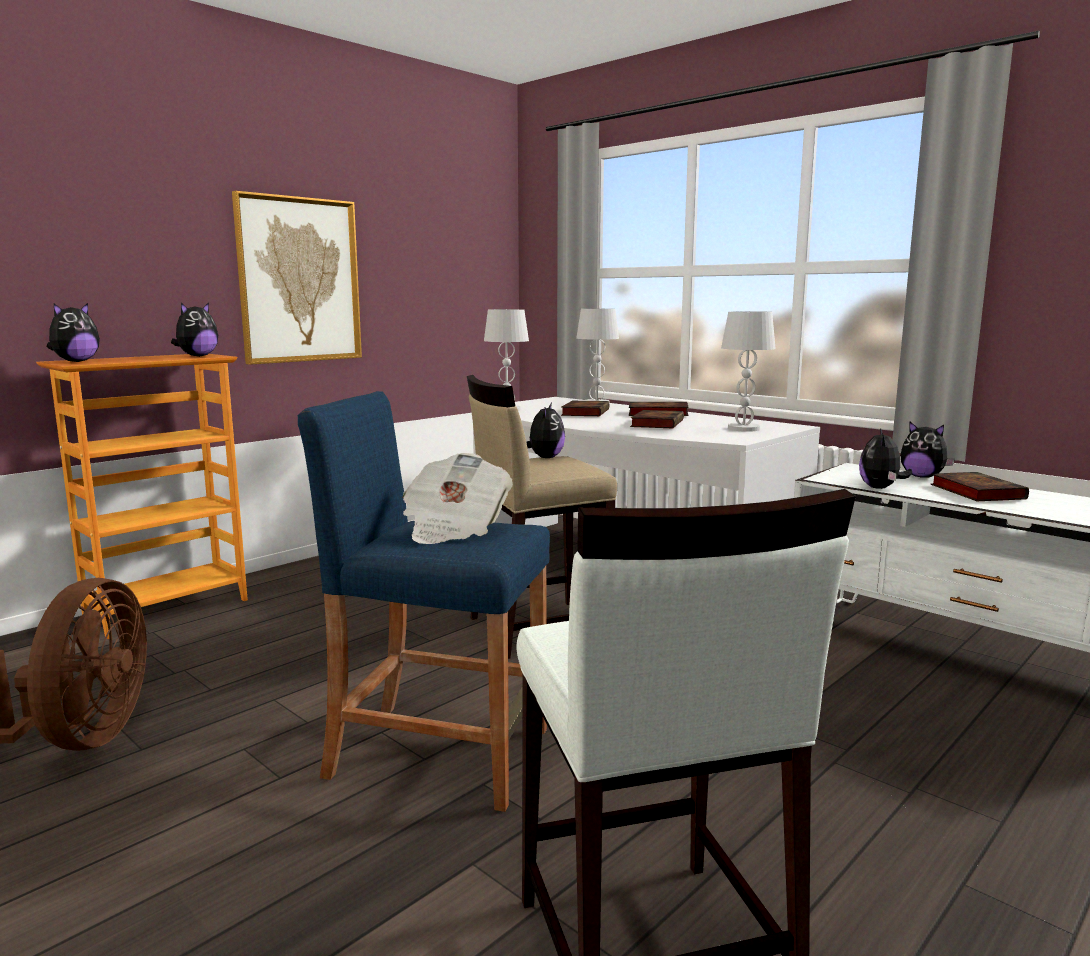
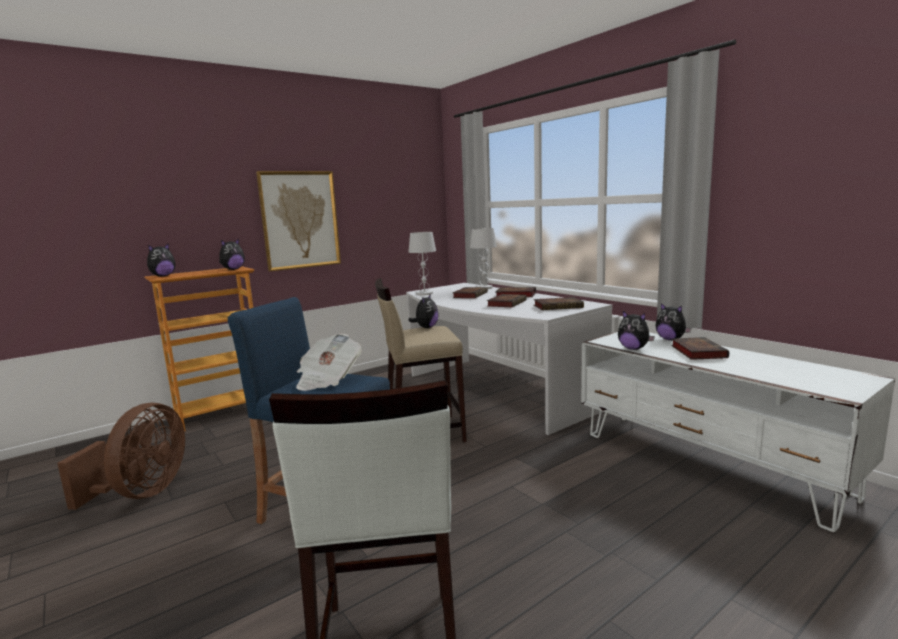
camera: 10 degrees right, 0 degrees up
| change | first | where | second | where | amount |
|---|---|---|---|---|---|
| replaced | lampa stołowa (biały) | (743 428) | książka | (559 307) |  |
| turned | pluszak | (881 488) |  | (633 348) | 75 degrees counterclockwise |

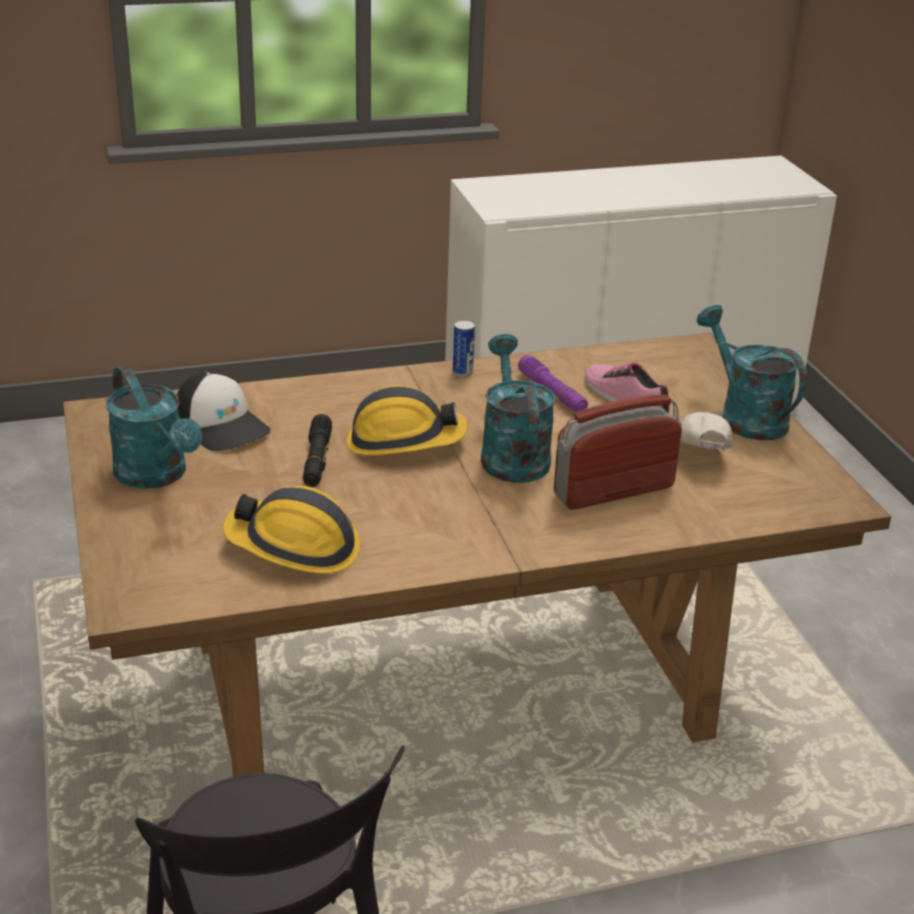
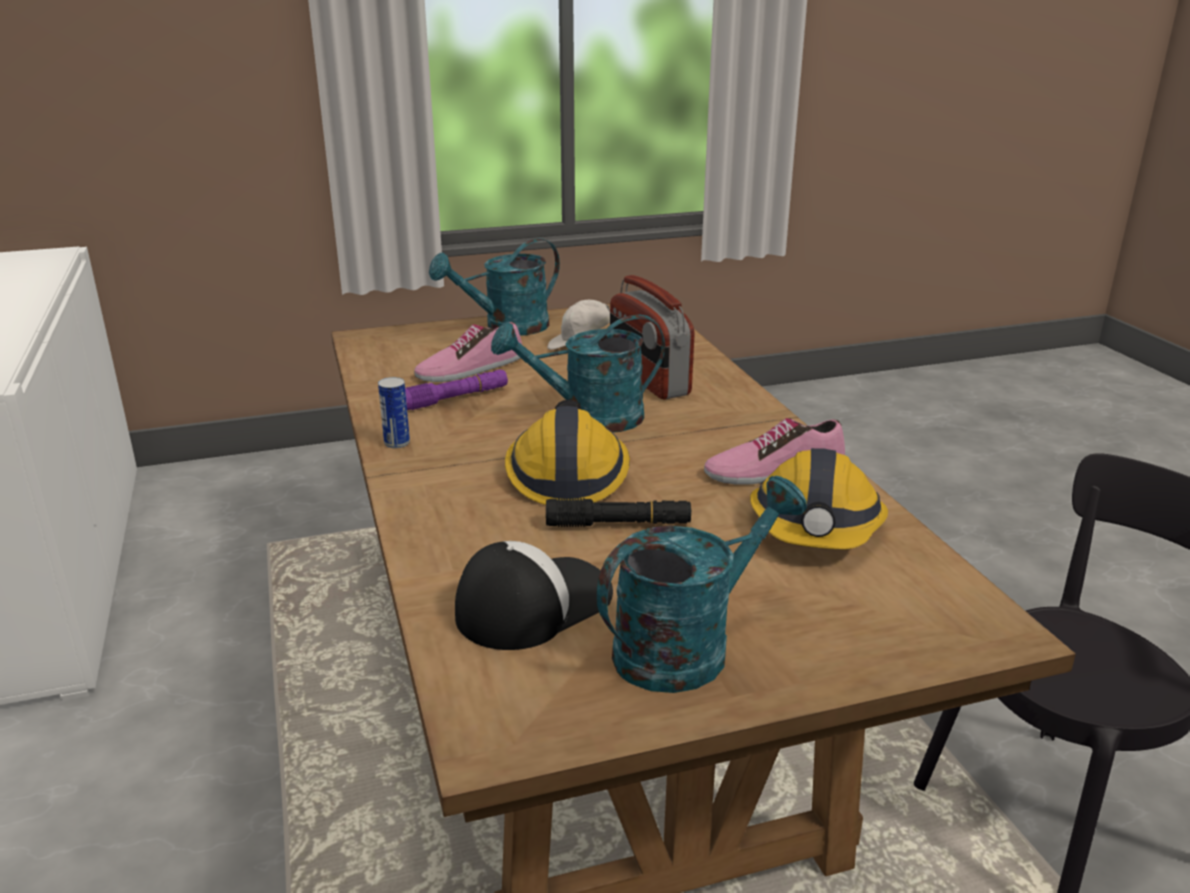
camera: 90 degrees left, 5 degrees down
| change | first | where | second | where | amount |
|---|---|---|---|---|---|
| added |  |  | but | (773 470) |  |

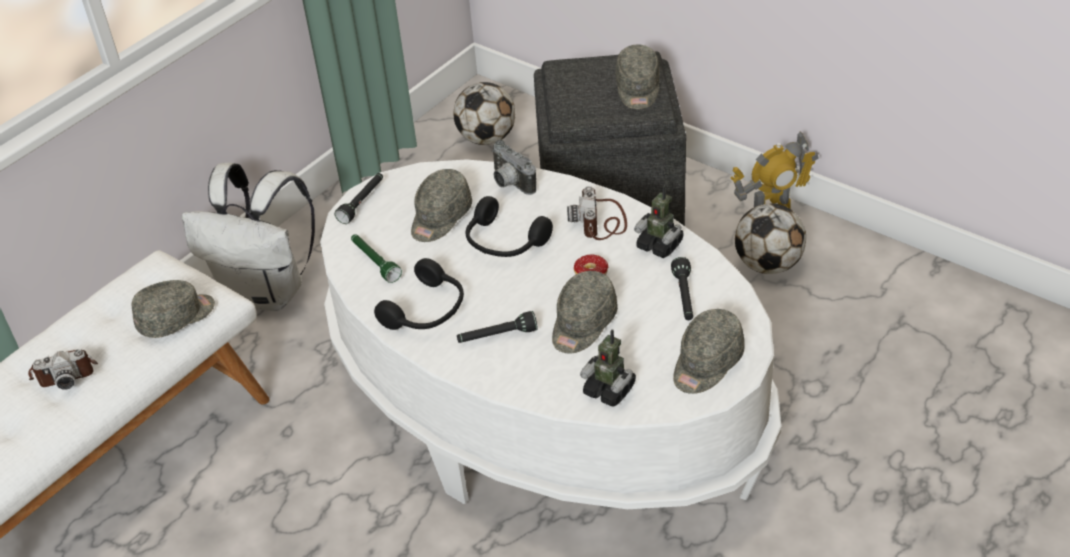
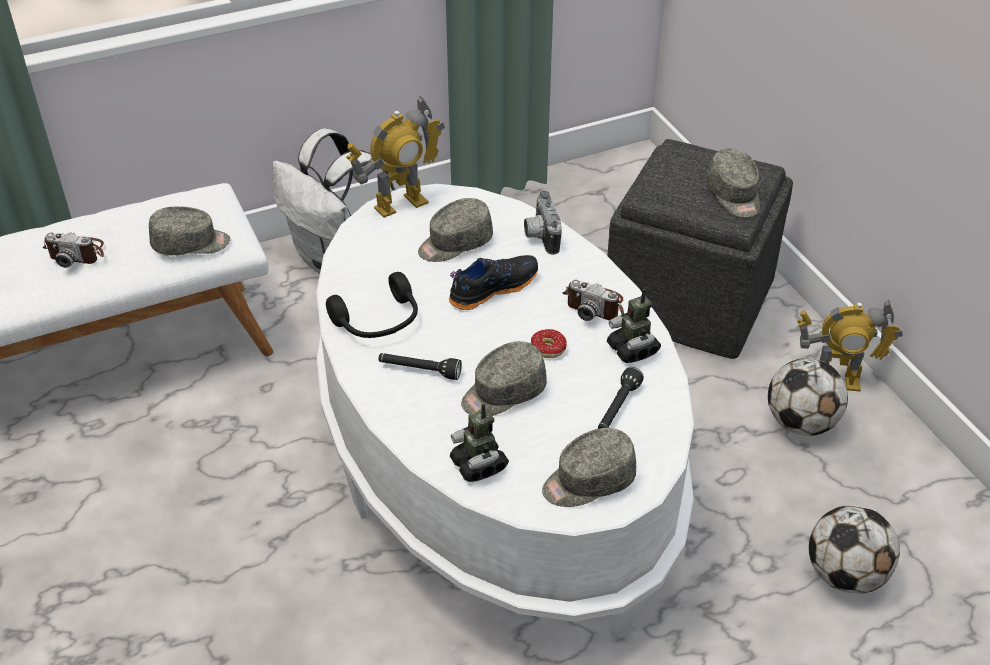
camera: 25 degrees right, 0 degrees up
| change | first | where | second | where | amount |
|---|---|---|---|---|---|
| removed | latarka (zielony) | (375 262) |  |  |  |
| moved | piłka futbolowa | (487 138) |  | (845 575) |  |
| replaced | latarka (czarny) | (362 203) | robot zabawkowy | (400 204) |  |
| replaced | słuchawki (czarny) | (504 243) | but (czarny) | (492 288) |  |
| turned | aparat fotograficzny | (601 221) |  | (595 305) | 90 degrees counterclockwise |
| turned | czapka z daszkiem (szary) | (637 89) |  | (734 195) | 45 degrees counterclockwise |

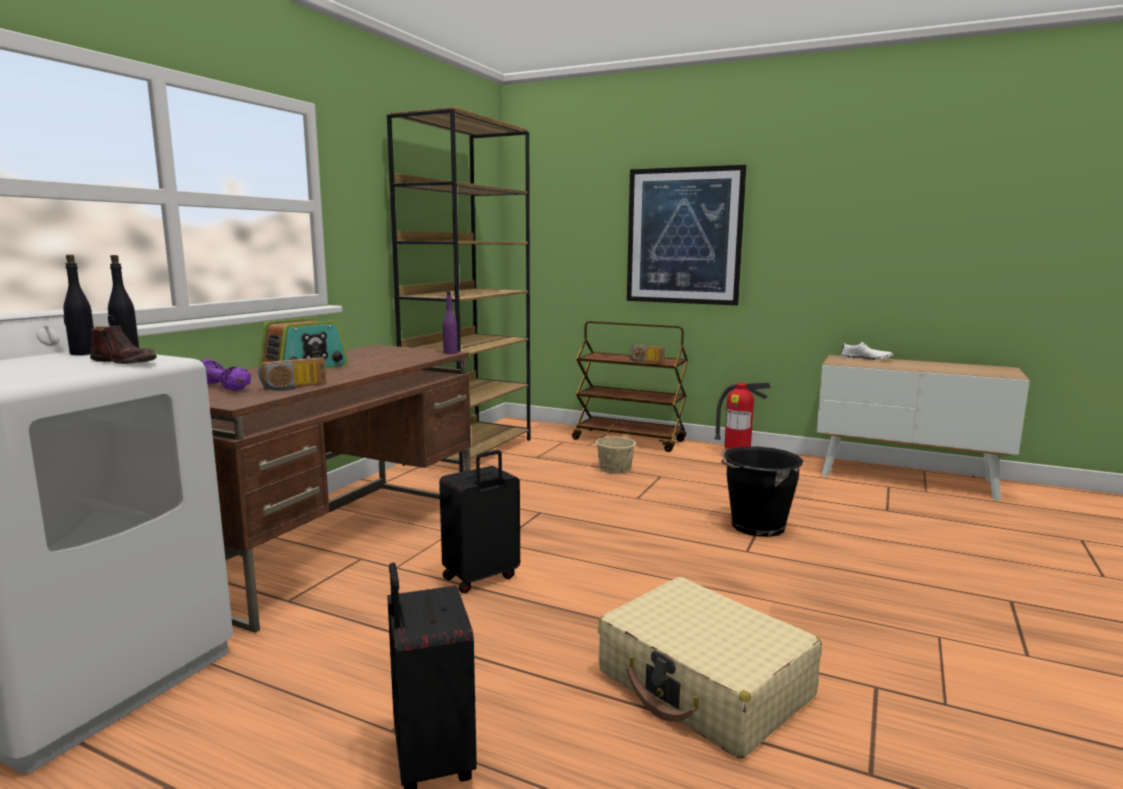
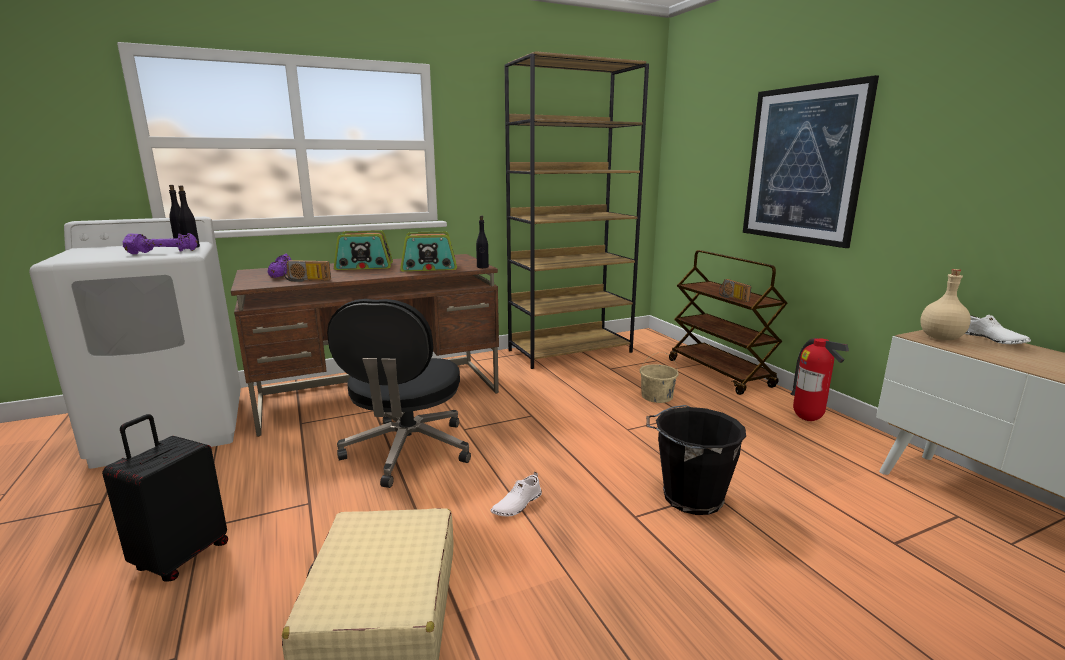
camera: 40 degrees right, 5 degrees up
| change | first | where | second | where | amount |
|---|---|---|---|---|---|
| added |  |  | radio | (429 268) |  |
| added |  |  | but (biały) | (516 504) |  |
| added |  |  | butelka (beżowy) | (940 338) |  |
| replaced | but (brązowy) | (125 362) | hantel (fioletowy) | (163 252) |  |
| replaced | walizka (czarny) | (481 578) | krzesło biurowe (czarny) | (407 451) |  |
| recoloured | butelka (fioletowy) | (450 353) | butelka (czarny) | (482 267) |  |

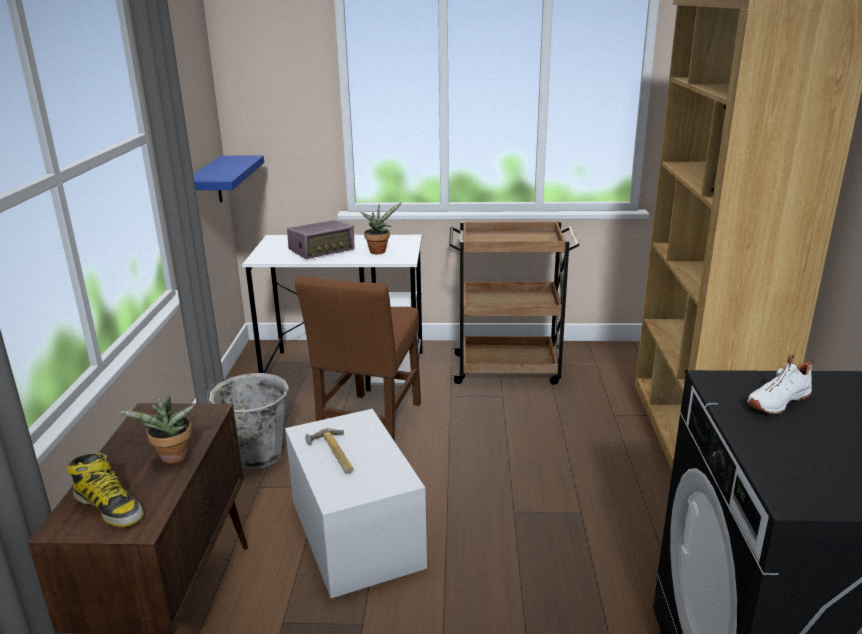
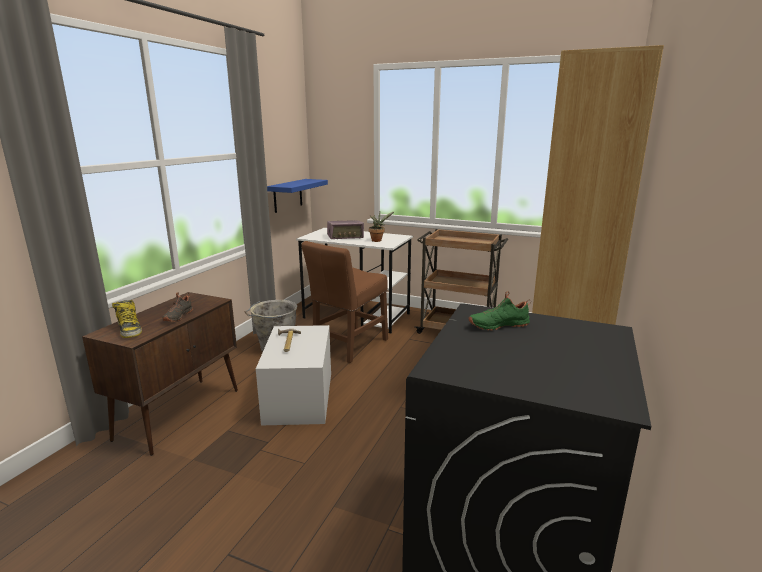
camera: 20 degrees right, 5 degrees down
| change | first | where | second | where | amount |
|---|---|---|---|---|---|
| replaced | roślina doniczkowa | (172 459) | but (czarny) | (177 316) |  |
| recoloured | but (biały) | (776 401) | but (zielony) | (498 325) |  |

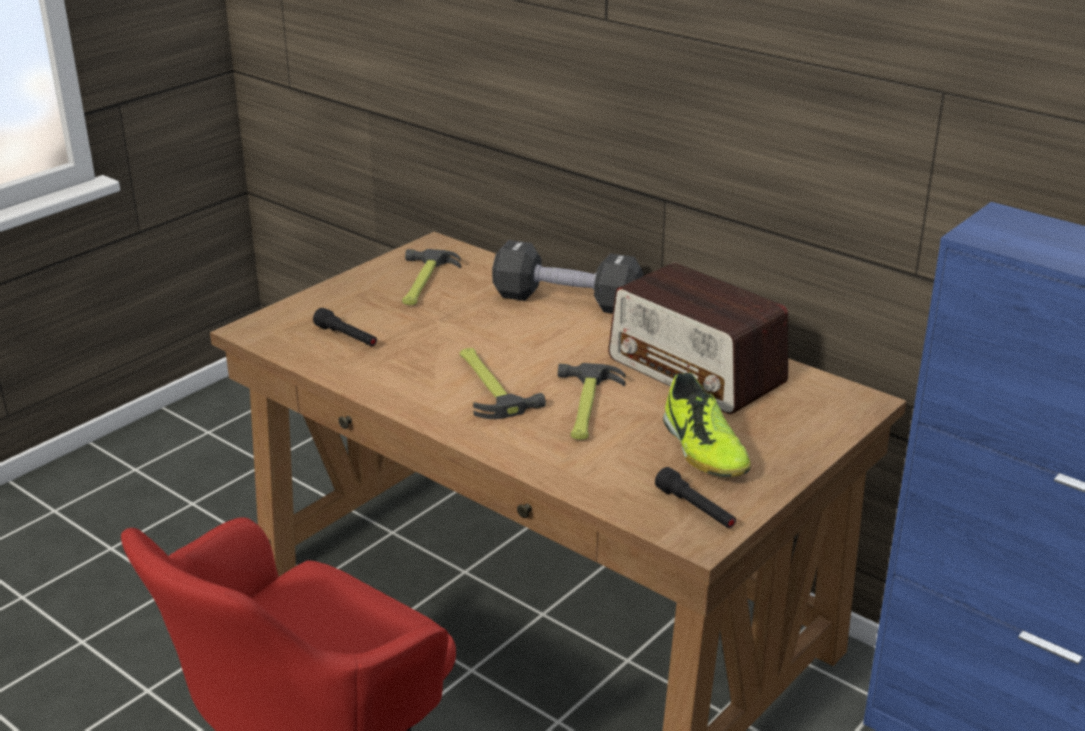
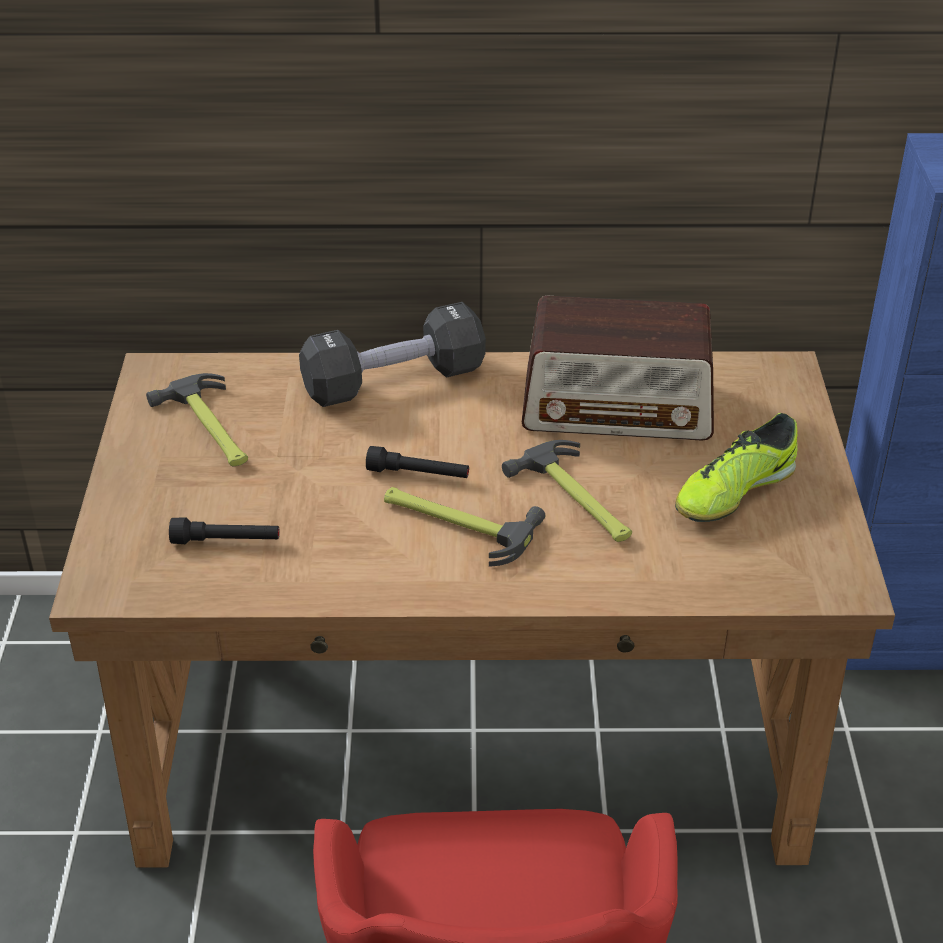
camera: 40 degrees left, 10 degrees up
| change | first | where | second | where | amount |
|---|---|---|---|---|---|
| moved | latarka (czarny) | (696 509) |  | (418 474) |  |
| turned | but | (703 450) |  | (733 491) | 105 degrees clockwise |

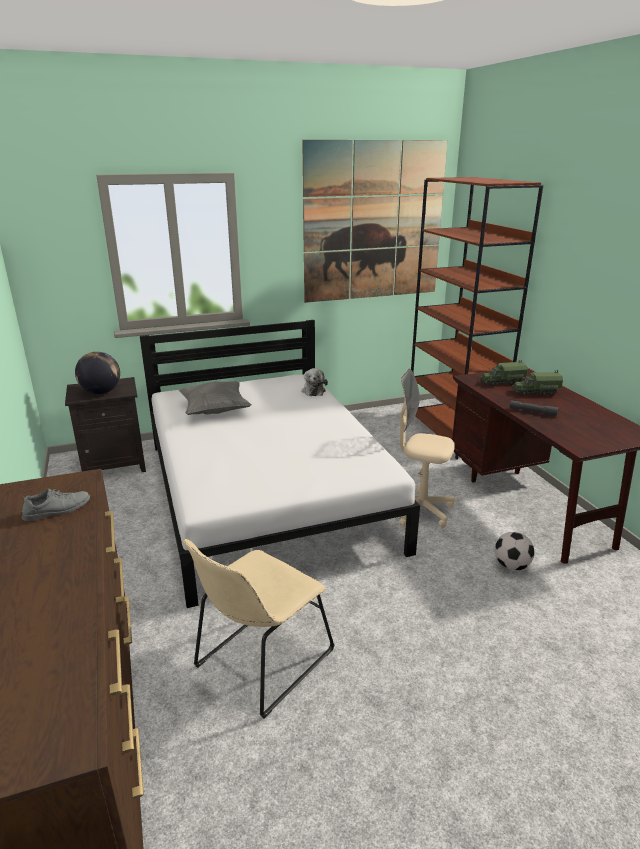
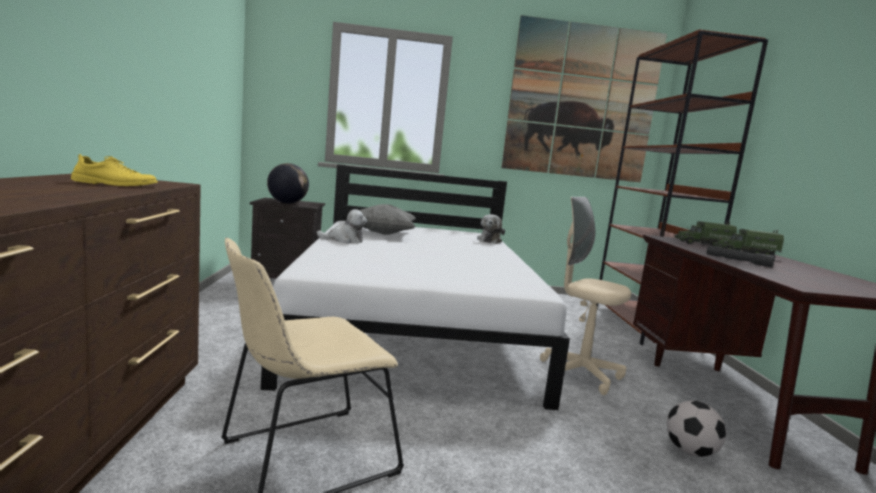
camera: 15 degrees right, 15 degrees down
| change | first | where | second | where | amount |
|---|---|---|---|---|---|
| added |  |  | pluszak | (344 240) |  |
| recoloured | but (szary) | (57 510) | but (żółty) | (115 184) |  |

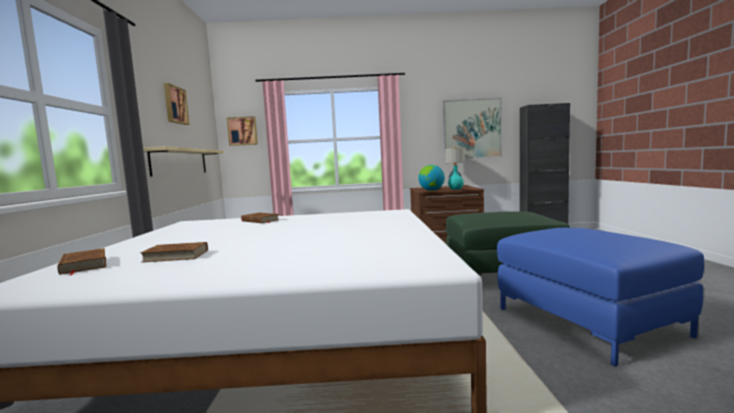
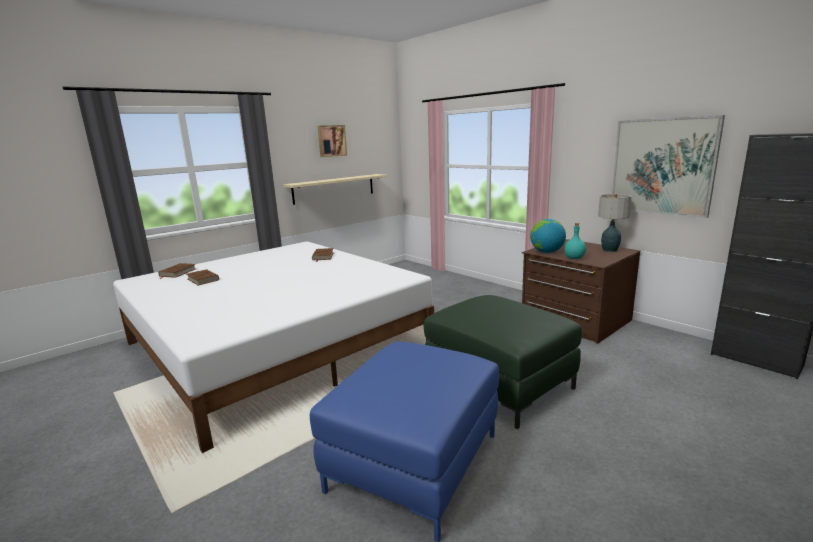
camera: 50 degrees right, 10 degrees up
| change | first | where | second | where | amount |
|---|---|---|---|---|---|
| removed | obraz | (242 131) |  |  |  |

